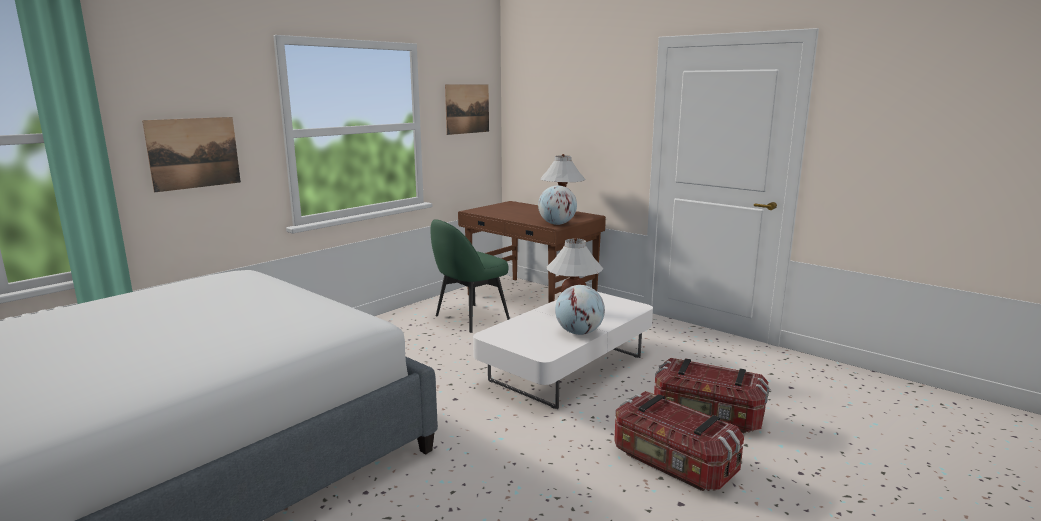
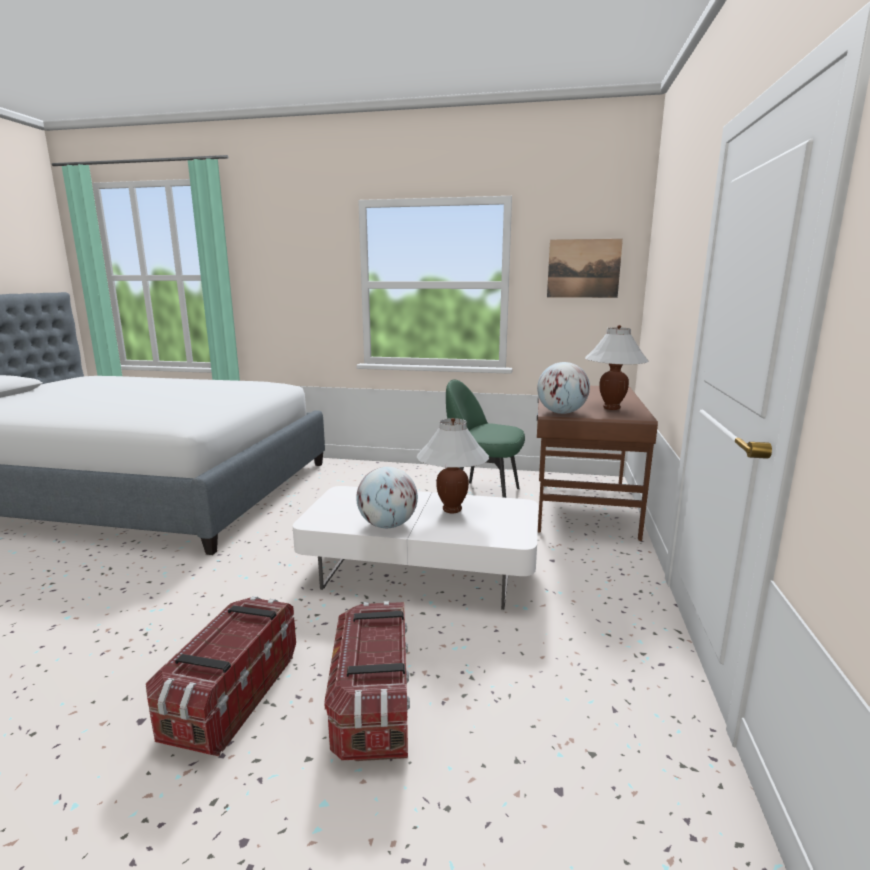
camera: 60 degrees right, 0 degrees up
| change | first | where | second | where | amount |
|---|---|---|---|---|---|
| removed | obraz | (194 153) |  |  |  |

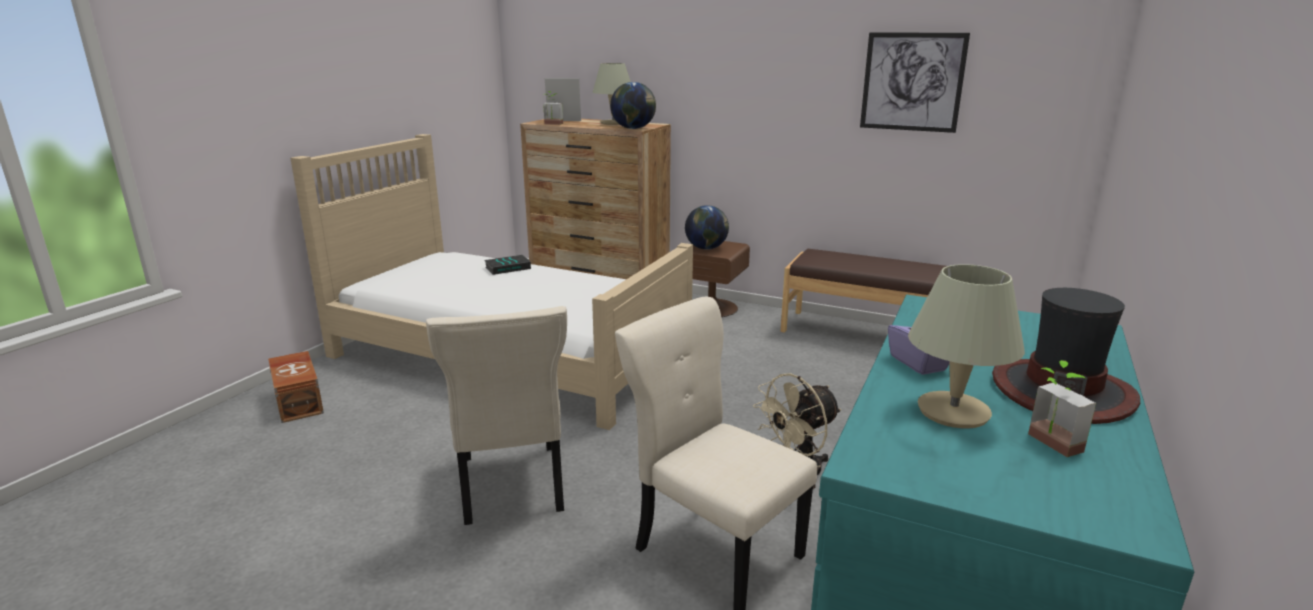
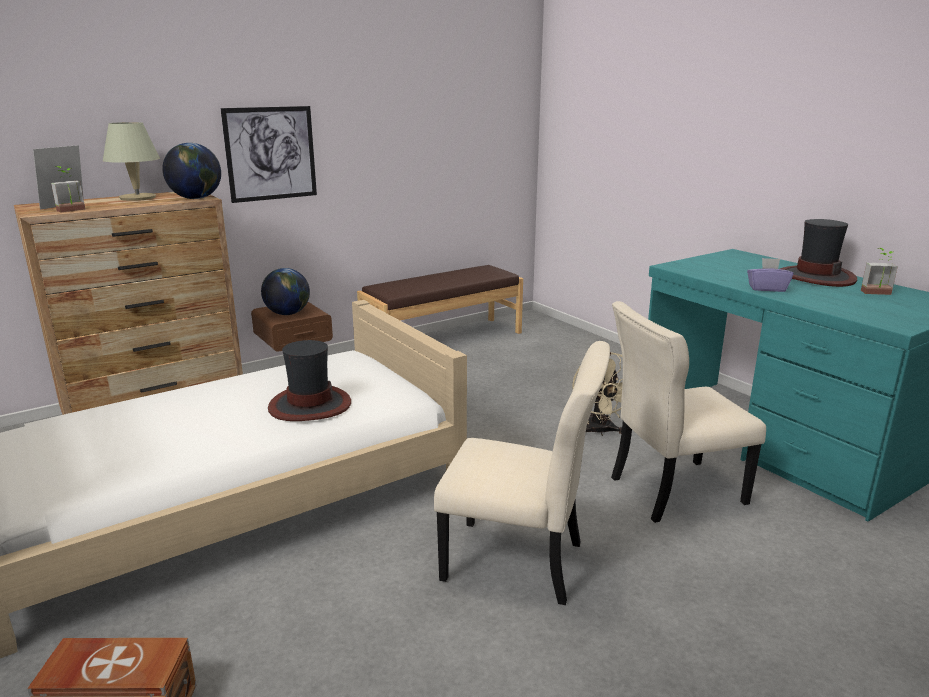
camera: 60 degrees left, 0 degrees up
| change | first | where | second | where | amount |
|---|---|---|---|---|---|
| removed | książka | (508 267) |  |  |  |
| removed | lampa stołowa (beżowy) | (954 412) |  |  |  |
| added |  |  | kapelusz | (309 405) |  |
| moved | obraz | (912 82) |  | (270 153) |  |

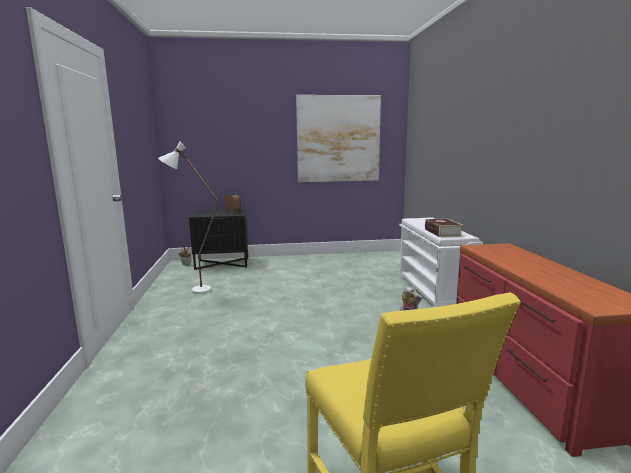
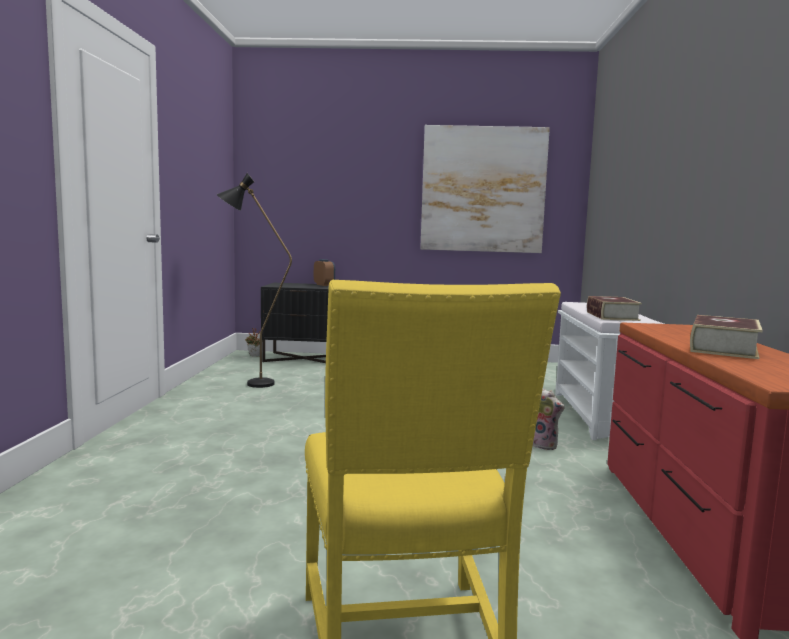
camera: 10 degrees right, 5 degrees down
| change | first | where | second | where | amount |
|---|---|---|---|---|---|
| added |  |  | książka | (723 348) |  |
| recoloured | lampa stojąca (biały) | (193 291) | lampa stojąca (czarny) | (250 384) |  |

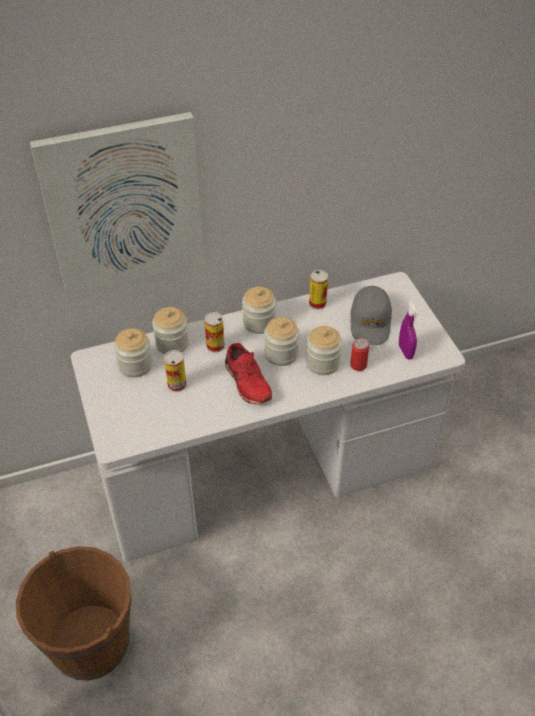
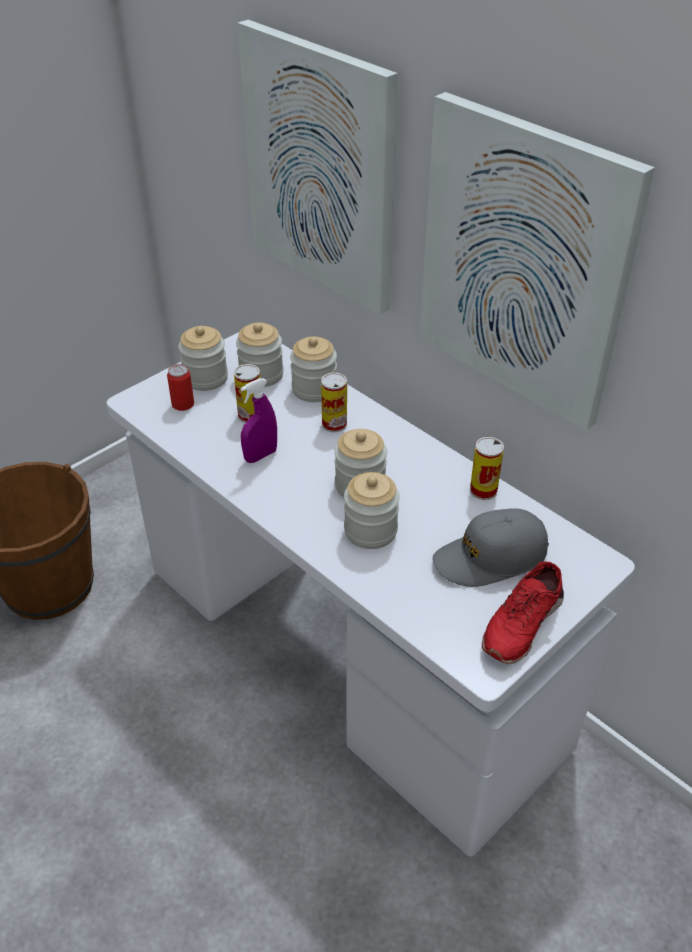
camera: 65 degrees right, 5 degrees down
| change | first | where | second | where | amount |
|---|---|---|---|---|---|
| added |  |  | obraz | (523 263) |  |
| moved | but (czerwony) | (246 382) |  | (521 623) |  |
| moved | słoik | (259 322) |  | (205 378) |  |
| moved | puszka | (358 365) |  | (183 404) |  |
| moved | spryskiwacz (fioletowy) | (405 351) |  | (260 456) |  |

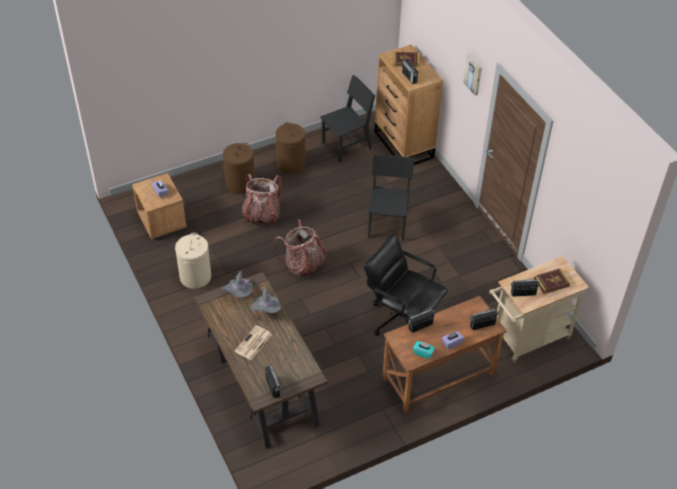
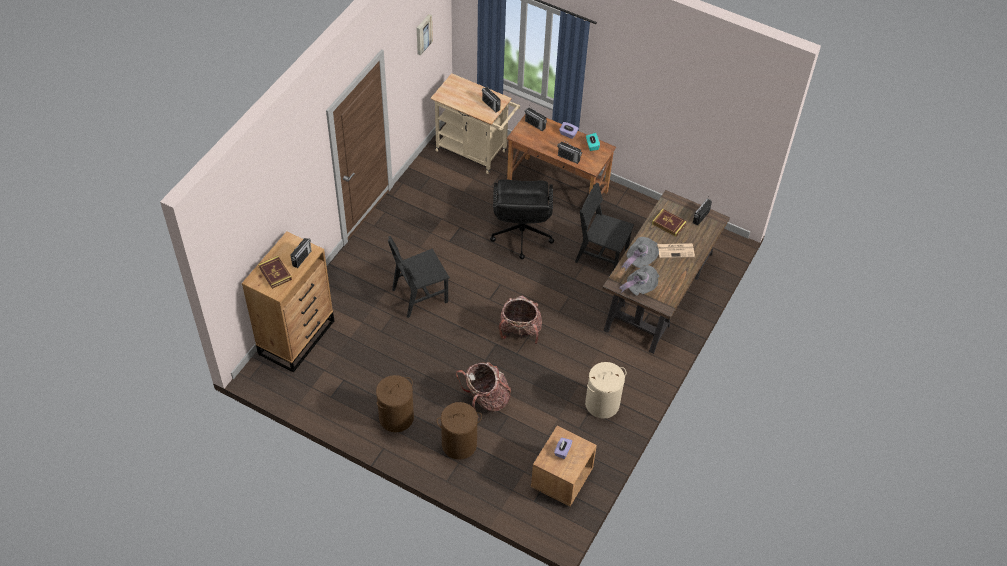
camera: 125 degrees left, 5 degrees up
| change | first | where | second | where | amount |
|---|---|---|---|---|---|
| moved | krzesło (czarny) | (346 146) |  | (601 255) |  |
| moved | obraz | (473 74) |  | (423 34) |  |
| moved | książka | (551 282) |  | (668 224) |  |

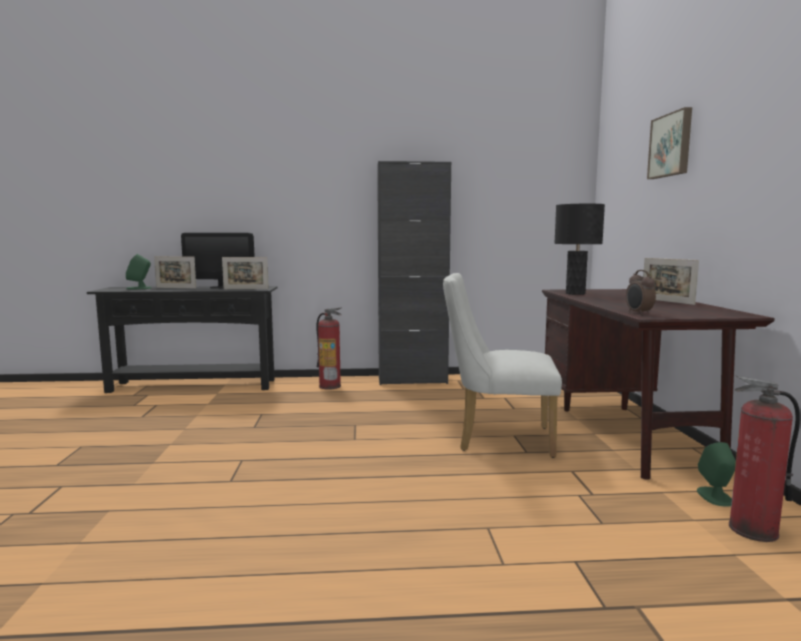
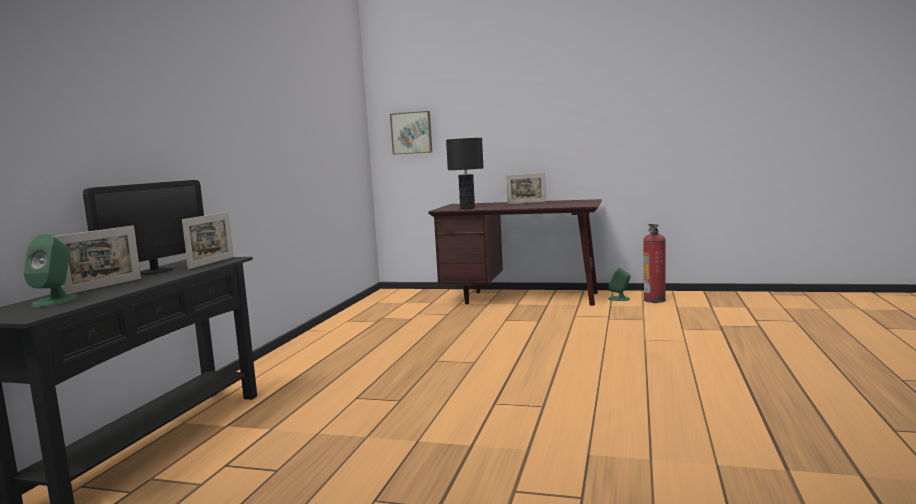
camera: 70 degrees left, 0 degrees up
| change | first | where | second | where | amount |
|---|---|---|---|---|---|
| removed | gaśnica | (330 386) |  |  |  |
| removed | szafka (czarny) | (412 380) |  |  |  |
| removed | krzesło (biały) | (497 438) |  |  |  |
| removed | budzik | (638 313) |  |  |  |
| moved | obraz | (671 145) |  | (411 133) |  |

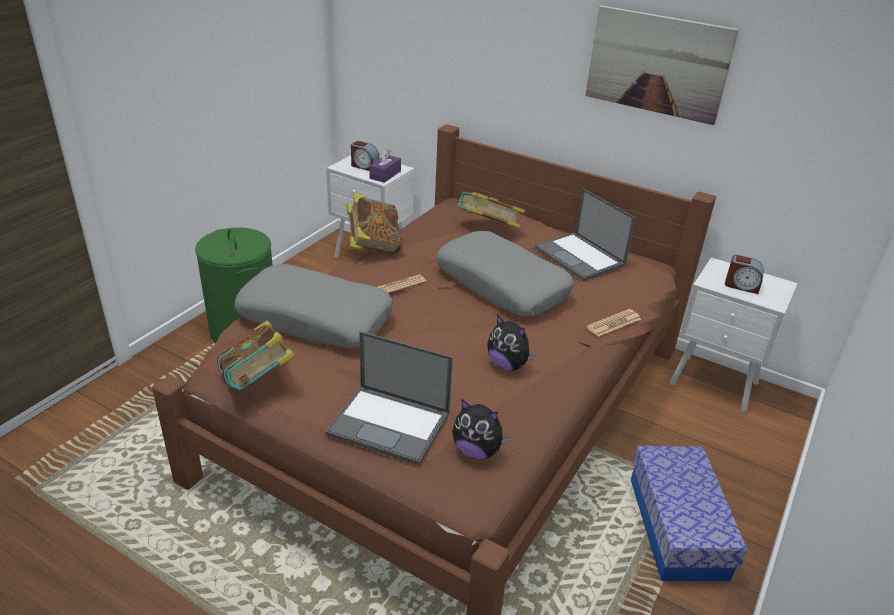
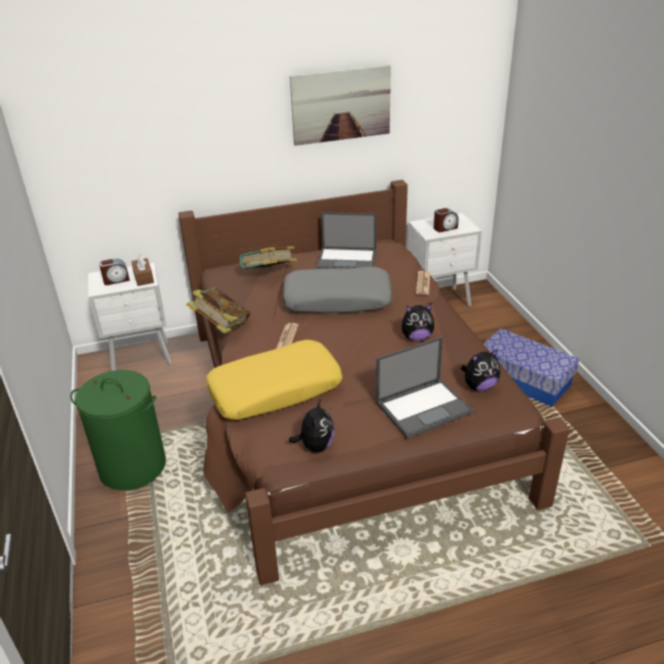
camera: 45 degrees left, 0 degrees up
| change | first | where | second | where | amount |
|---|---|---|---|---|---|
| replaced | książka | (258 381) | pluszak | (315 446) |  |
| recoloured | poduszka (szary) | (316 318) | poduszka (żółty) | (275 390) |  |
| recoloured | pudełko chusteczek (fioletowy) | (385 175) | pudełko chusteczek (brązowy) | (143 277) |  |

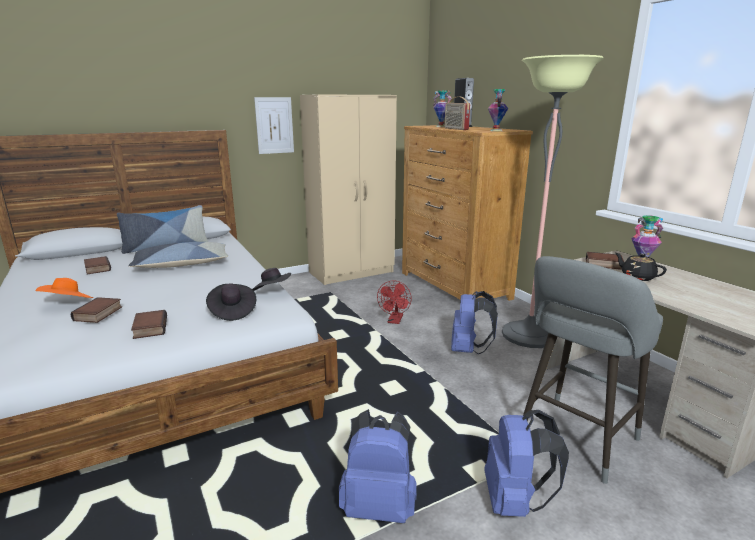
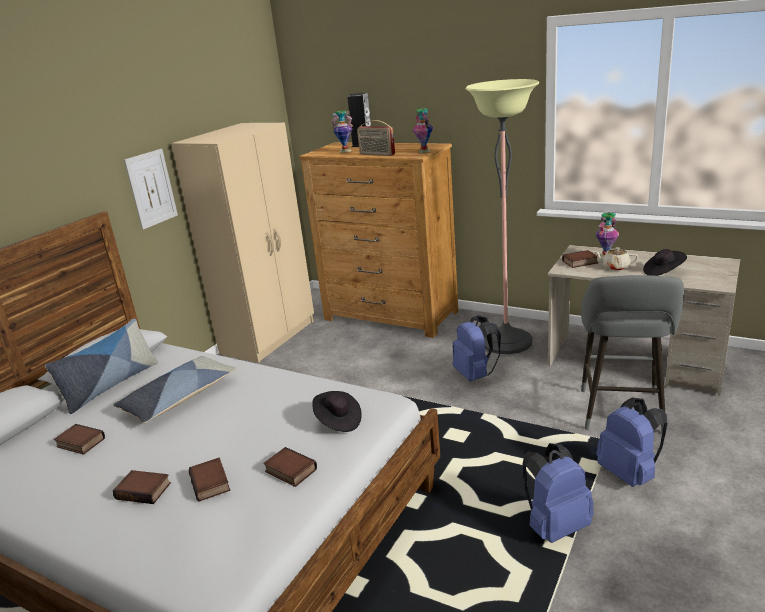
camera: 30 degrees left, 5 degrees up
| change | first | where | second | where | amount |
|---|---|---|---|---|---|
| removed | wentylator (czerwony) | (395 321) |  |  |  |
| moved | kapelusz (czarny) | (272 292) |  | (663 272) |  |
| replaced | kapelusz (pomarańczowy) | (68 303) | książka | (145 490) |  |
| recoloured | imbryk (czarny) | (637 277) | imbryk (beżowy) | (615 267) |  |

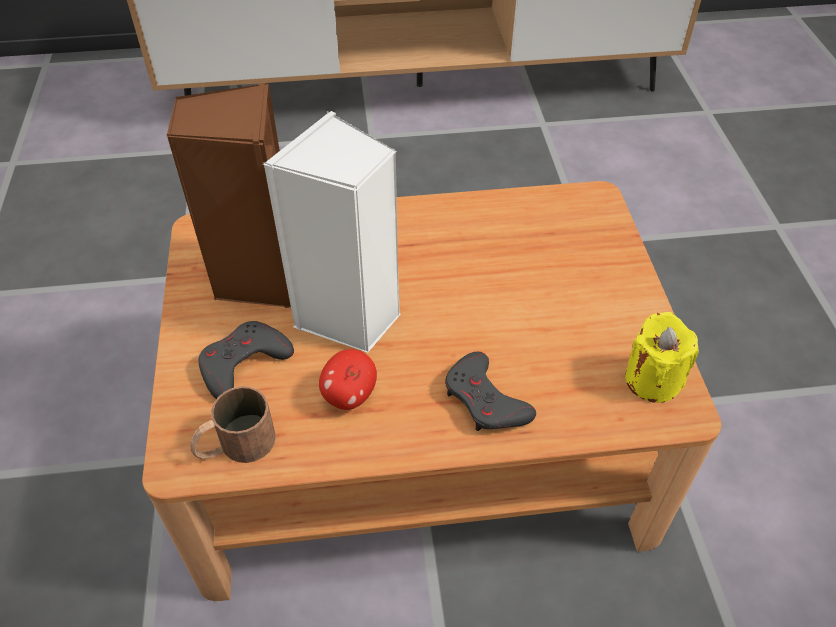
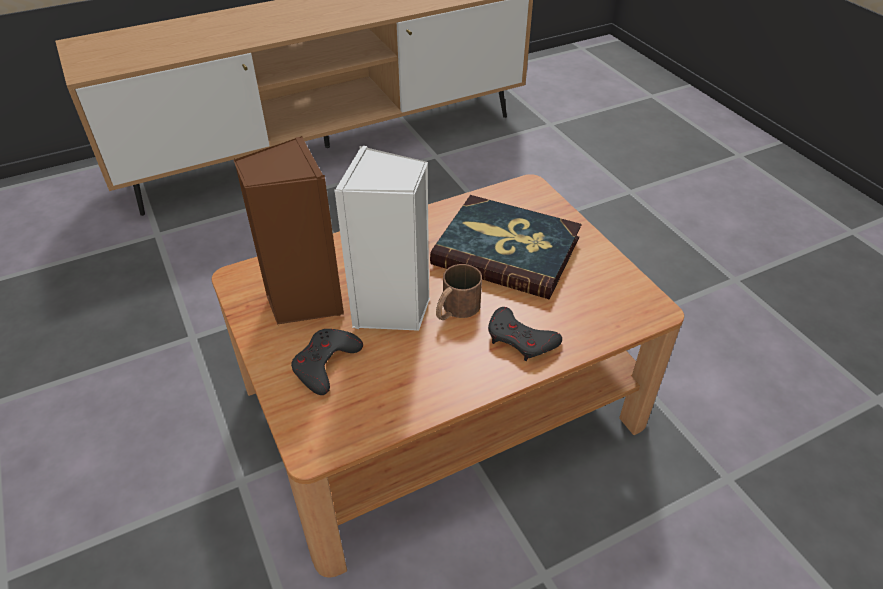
camera: 20 degrees left, 5 degrees down
| change | first | where | second | where | amount |
|---|---|---|---|---|---|
| removed | jabłko | (349 395) |  |  |  |
| removed | świeca (żółty) | (652 380) |  |  |  |
| added |  |  | książka | (506 250) |  |
| moved | kubek (brązowy) | (235 445) |  | (455 310) |  |

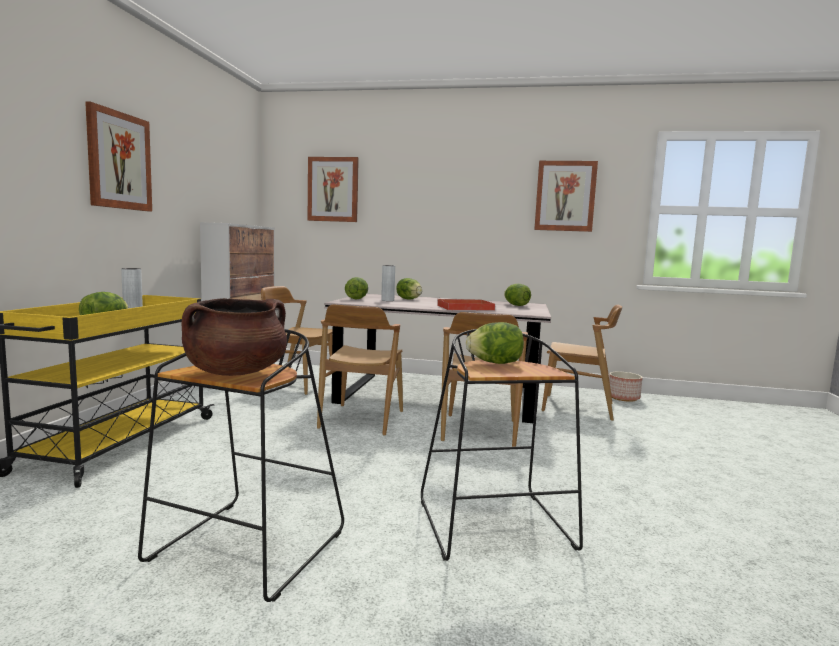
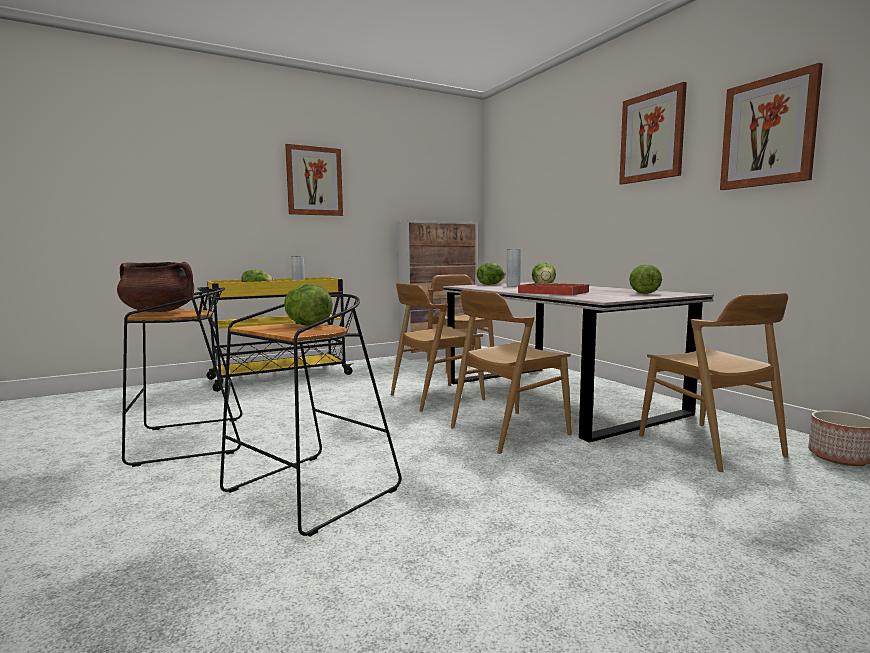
camera: 50 degrees right, 0 degrees up
| change | first | where | second | where | amount |
|---|---|---|---|---|---|
| moved | obraz | (333 189) |  | (652 137) |  |

